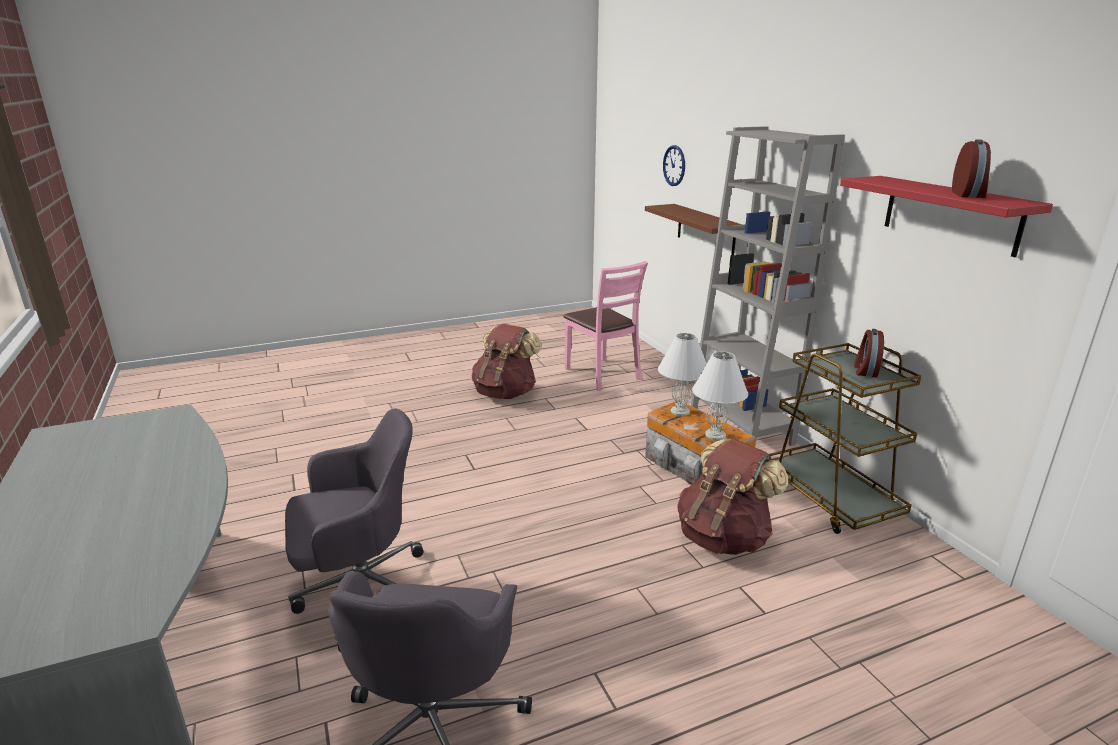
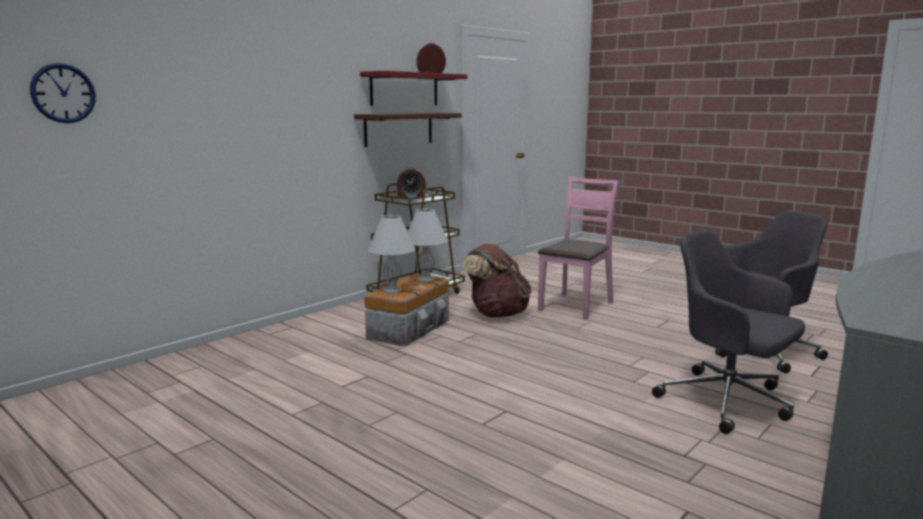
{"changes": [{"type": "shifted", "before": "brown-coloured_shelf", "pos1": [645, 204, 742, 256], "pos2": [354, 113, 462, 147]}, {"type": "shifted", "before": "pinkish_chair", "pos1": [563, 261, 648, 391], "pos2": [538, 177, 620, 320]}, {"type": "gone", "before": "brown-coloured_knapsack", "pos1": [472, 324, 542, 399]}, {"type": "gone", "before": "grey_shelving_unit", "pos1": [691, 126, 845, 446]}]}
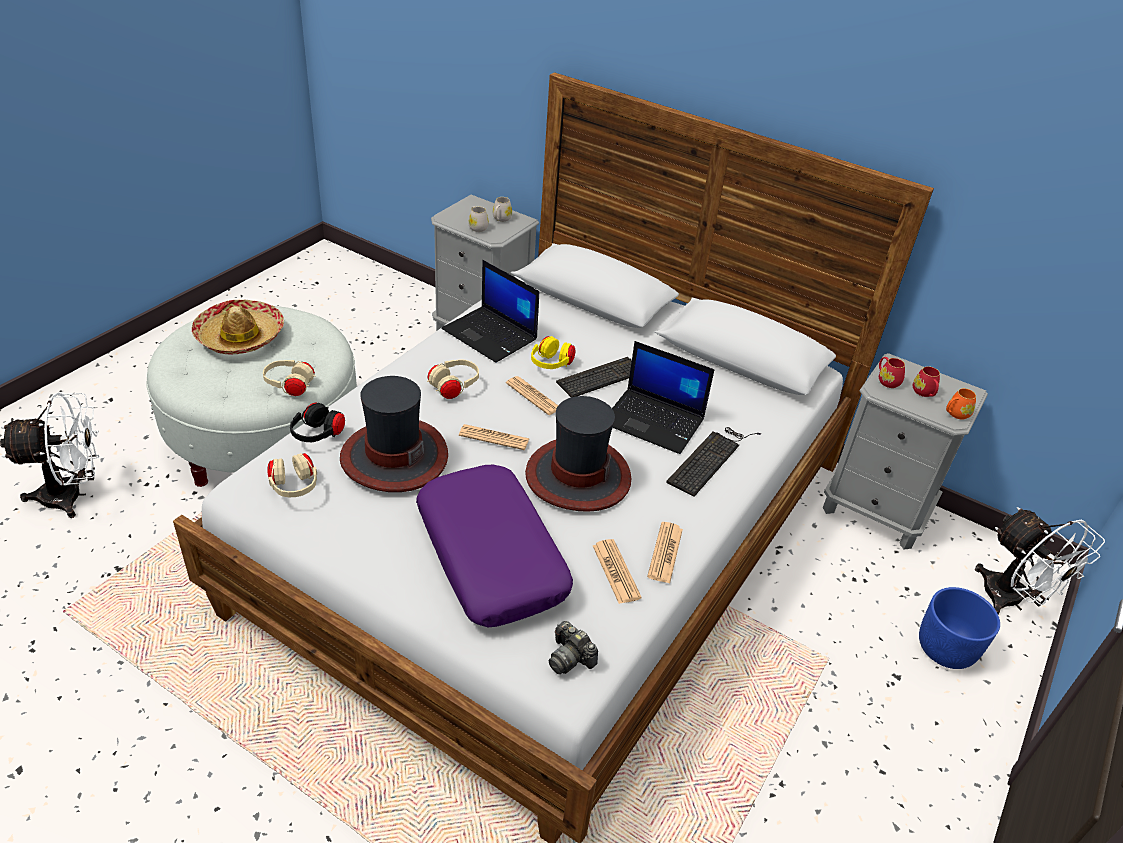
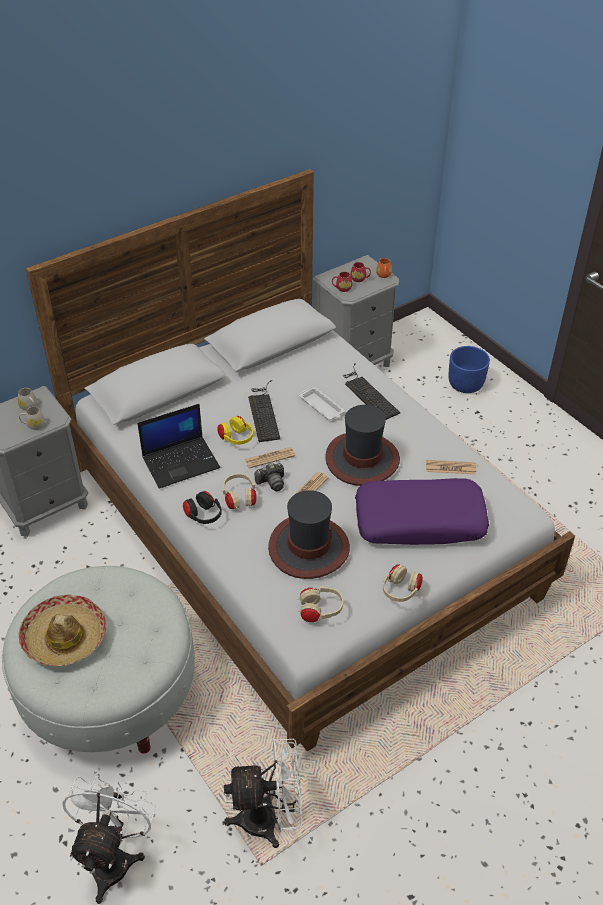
{"changes": [{"type": "shifted", "before": "blackish_headphones", "pos1": [290, 402, 345, 442], "pos2": [183, 491, 222, 524]}, {"type": "shifted", "before": "white-coloured_electric_fan", "pos1": [975, 507, 1105, 615], "pos2": [224, 739, 303, 848]}, {"type": "shifted", "before": "photo_camera", "pos1": [549, 621, 598, 674], "pos2": [255, 463, 284, 491]}, {"type": "swapped", "before": "portable_computer", "after": "white-coloured_carrying_tray", "pos1": [612, 341, 714, 454], "pos2": [298, 385, 345, 420]}, {"type": "shifted", "before": "sand-coloured_headphones", "pos1": [263, 360, 316, 396], "pos2": [383, 564, 422, 602]}, {"type": "gone", "before": "newspaper", "pos1": [647, 522, 683, 583]}]}
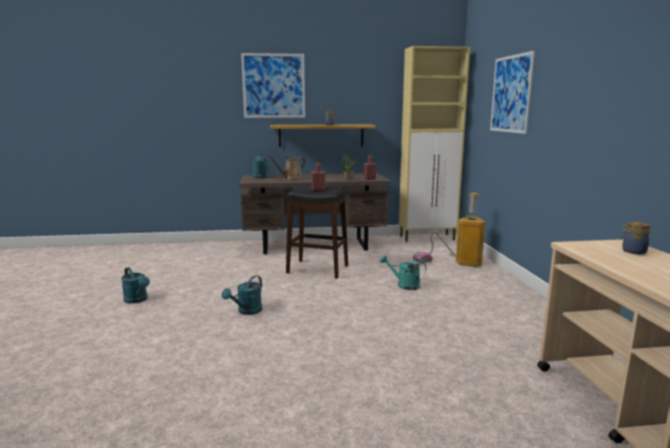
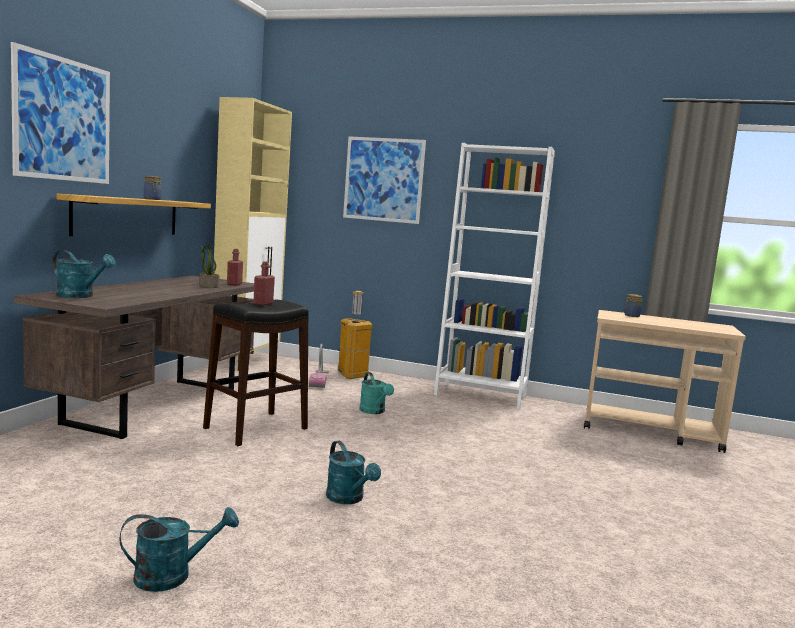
{"changes": [{"type": "rotated", "before": "turquoise-coloured_watering_pot", "pos1": [380, 255, 426, 290], "pos2": [359, 372, 394, 414], "turn": -75}, {"type": "new", "after": "white-coloured_shelving_unit", "pos2": [434, 143, 555, 410]}, {"type": "gone", "before": "brown-coloured_watering_pot", "pos1": [268, 155, 306, 181]}]}
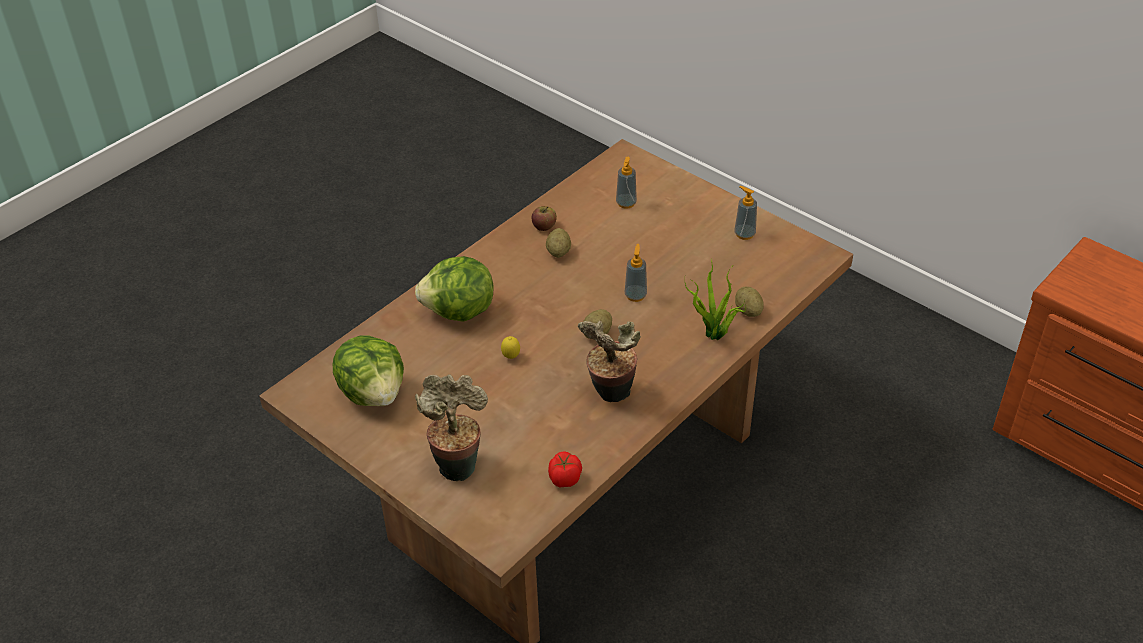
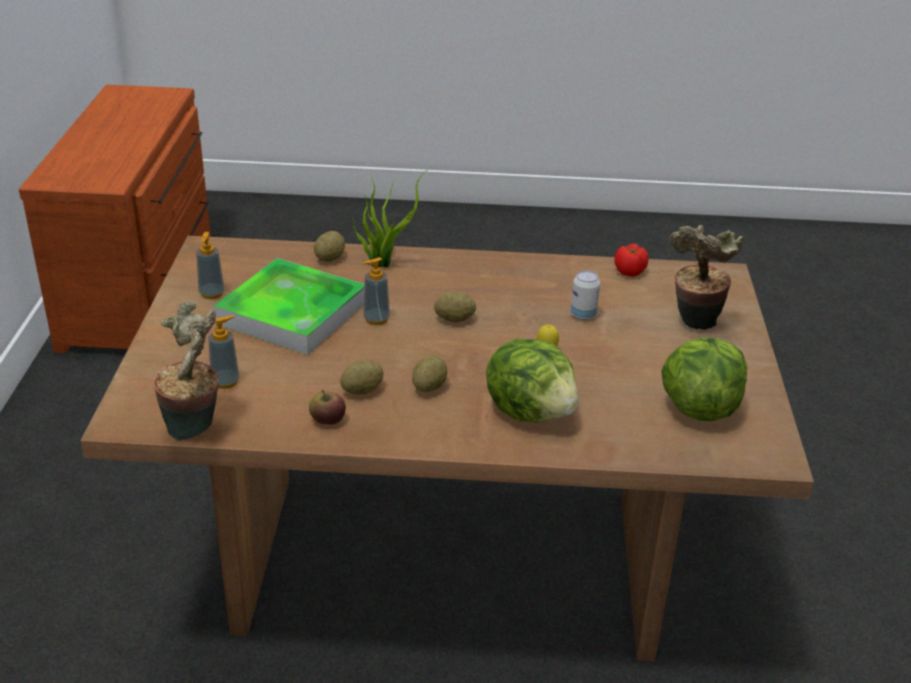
{"changes": [{"type": "shifted", "before": "plant_in_a_pot", "pos1": [578, 321, 641, 402], "pos2": [153, 302, 219, 440]}, {"type": "new", "after": "carrying_tray", "pos2": [214, 258, 364, 355]}, {"type": "new", "after": "potato", "pos2": [412, 355, 447, 392]}, {"type": "new", "after": "metal_can", "pos2": [571, 270, 600, 320]}]}
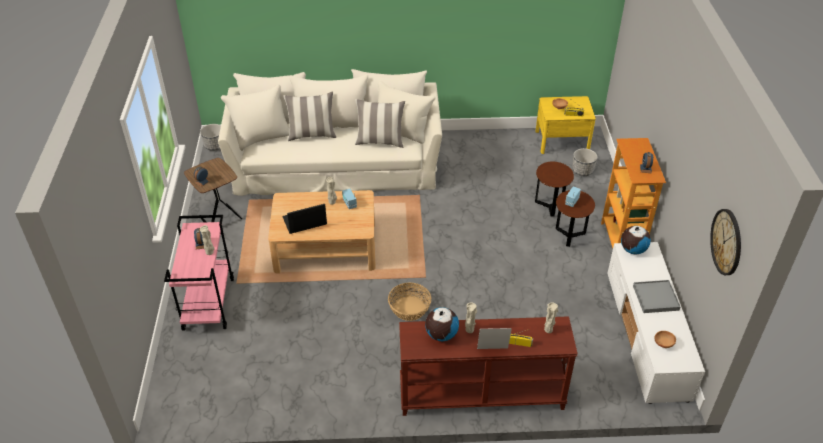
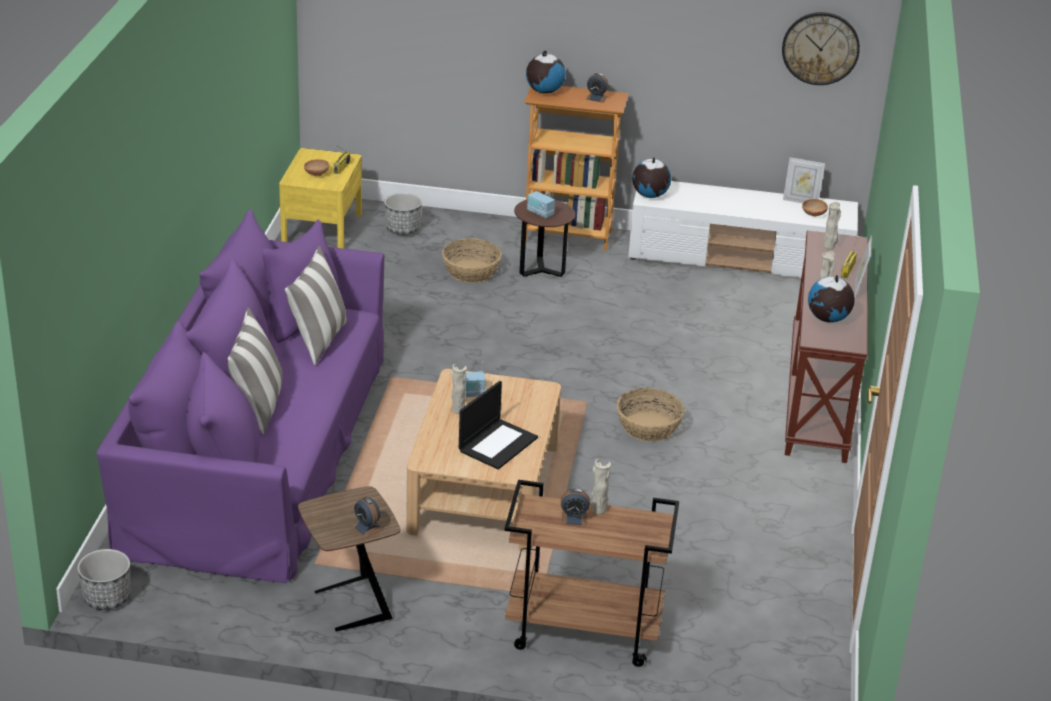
{"changes": [{"type": "repainted", "before": "sand-coloured_couch", "after": "purple_couch", "pos1": [218, 69, 442, 196], "pos2": [96, 209, 384, 583]}, {"type": "swapped", "before": "brown-coloured_accent_table", "after": "storage_basket", "pos1": [535, 162, 574, 216], "pos2": [442, 238, 502, 283]}, {"type": "rotated", "before": "portable_computer", "pos1": [283, 204, 327, 234], "pos2": [459, 381, 538, 470], "turn": -135}, {"type": "repainted", "before": "pinkish_cart", "after": "brown-coloured_cart", "pos1": [164, 215, 234, 331], "pos2": [505, 480, 679, 667]}, {"type": "new", "after": "world_globe", "pos2": [526, 51, 566, 94]}, {"type": "new", "after": "picture_frame", "pos2": [783, 157, 825, 203]}, {"type": "gone", "before": "grey_carrying_tray", "pos1": [633, 280, 681, 313]}]}
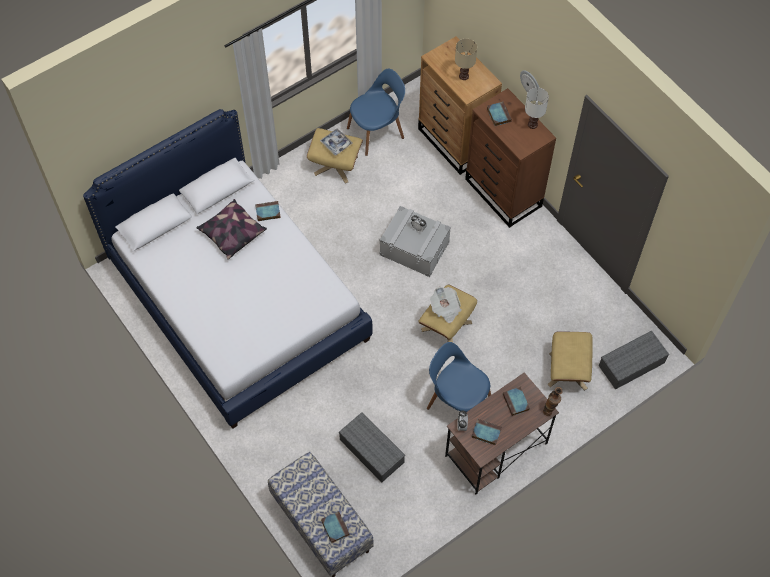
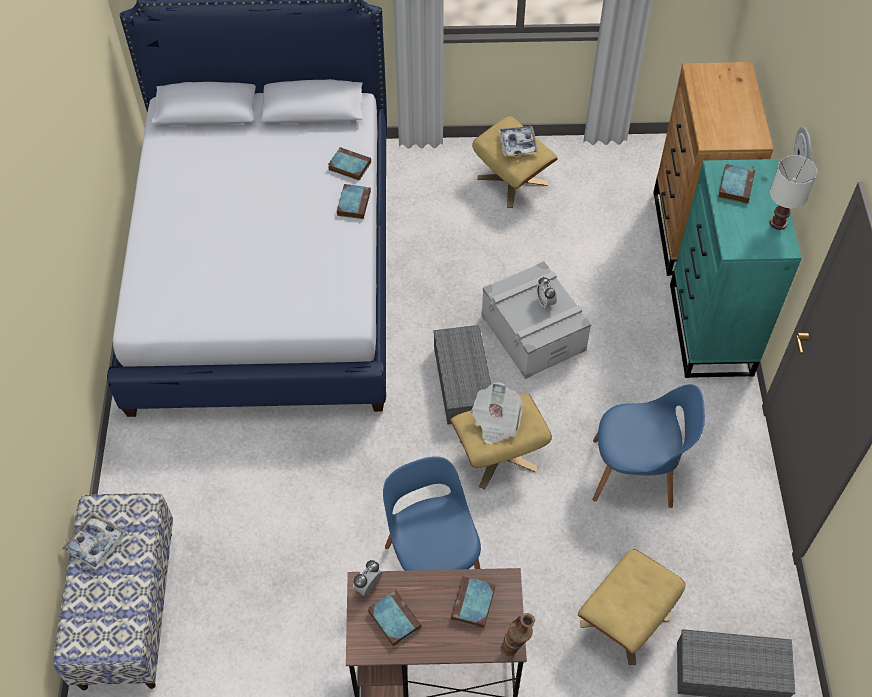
{"changes": [{"type": "new", "after": "carrying_tray", "pos2": [62, 512, 126, 570]}, {"type": "shifted", "before": "book", "pos1": [321, 511, 350, 543], "pos2": [337, 184, 371, 219]}, {"type": "shifted", "before": "grey_storage_container", "pos1": [339, 412, 405, 482], "pos2": [434, 325, 491, 424]}, {"type": "shifted", "before": "bluish_chair", "pos1": [347, 69, 405, 156], "pos2": [593, 384, 705, 508]}, {"type": "repainted", "before": "brown-coloured_dresser", "after": "turquoise-coloured_dresser", "pos1": [465, 88, 556, 228], "pos2": [670, 159, 802, 378]}, {"type": "gone", "before": "throw_pillow", "pos1": [196, 199, 267, 259]}, {"type": "gone", "before": "sand-coloured_lamp_for_a_table", "pos1": [455, 39, 477, 80]}]}
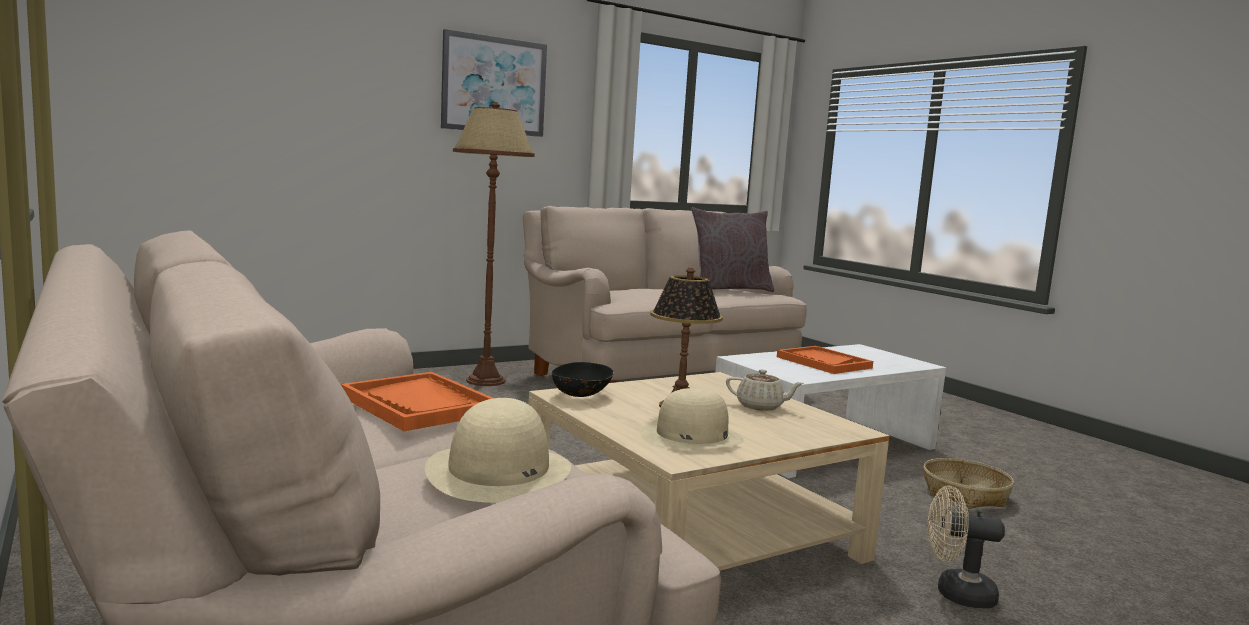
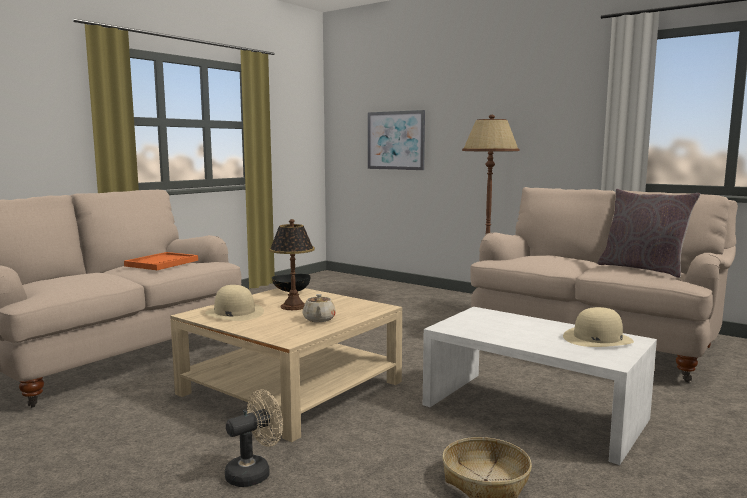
{"changes": [{"type": "rotated", "before": "sand-coloured_electric_fan", "pos1": [928, 486, 1005, 609], "pos2": [225, 389, 283, 487], "turn": 60}, {"type": "shifted", "before": "picture", "pos1": [441, 29, 547, 137], "pos2": [368, 110, 425, 170]}, {"type": "shifted", "before": "sand-coloured_hat", "pos1": [425, 398, 571, 503], "pos2": [563, 307, 634, 347]}, {"type": "gone", "before": "orange-coloured_carrying_tray", "pos1": [777, 346, 873, 374]}]}
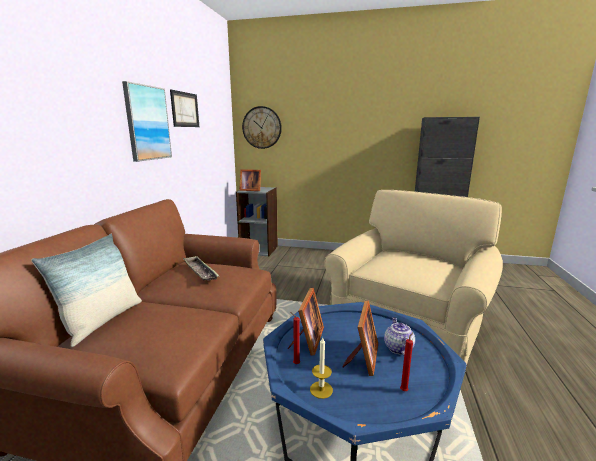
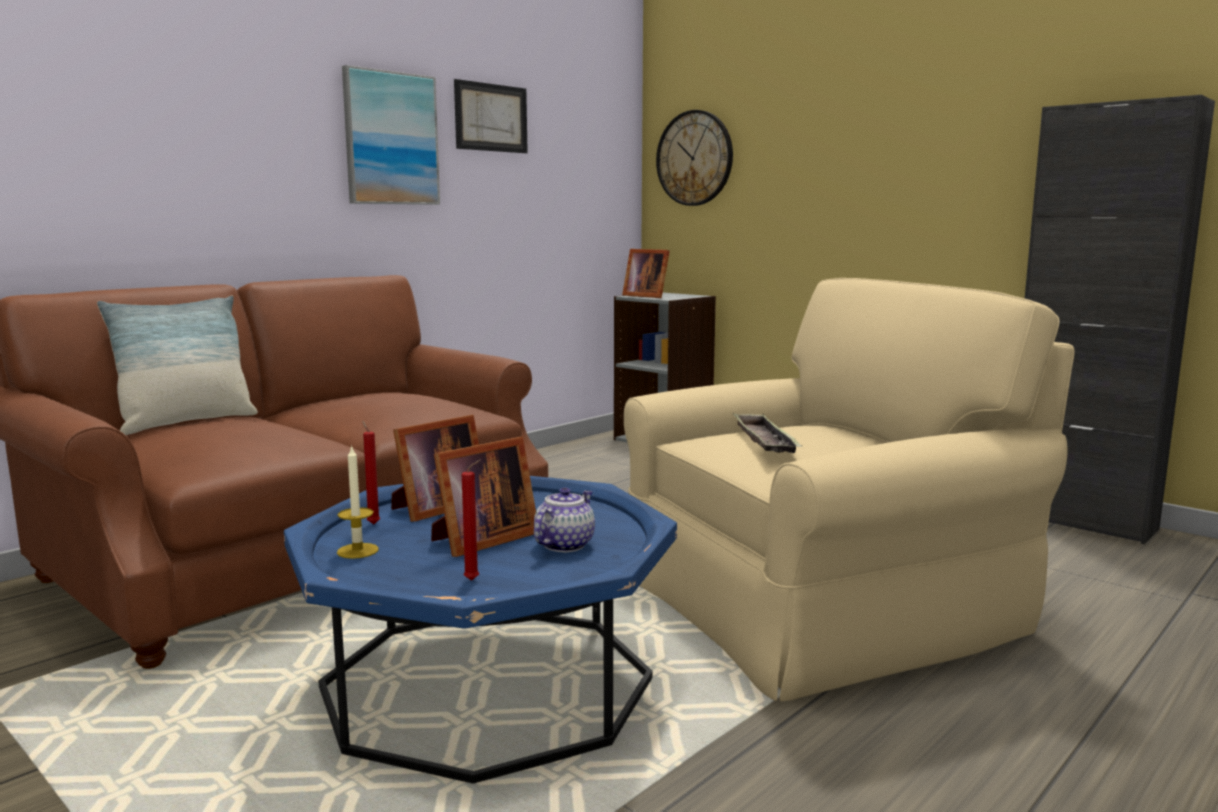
{"changes": [{"type": "shifted", "before": "carrying_tray", "pos1": [183, 256, 219, 281], "pos2": [733, 413, 802, 453]}]}
